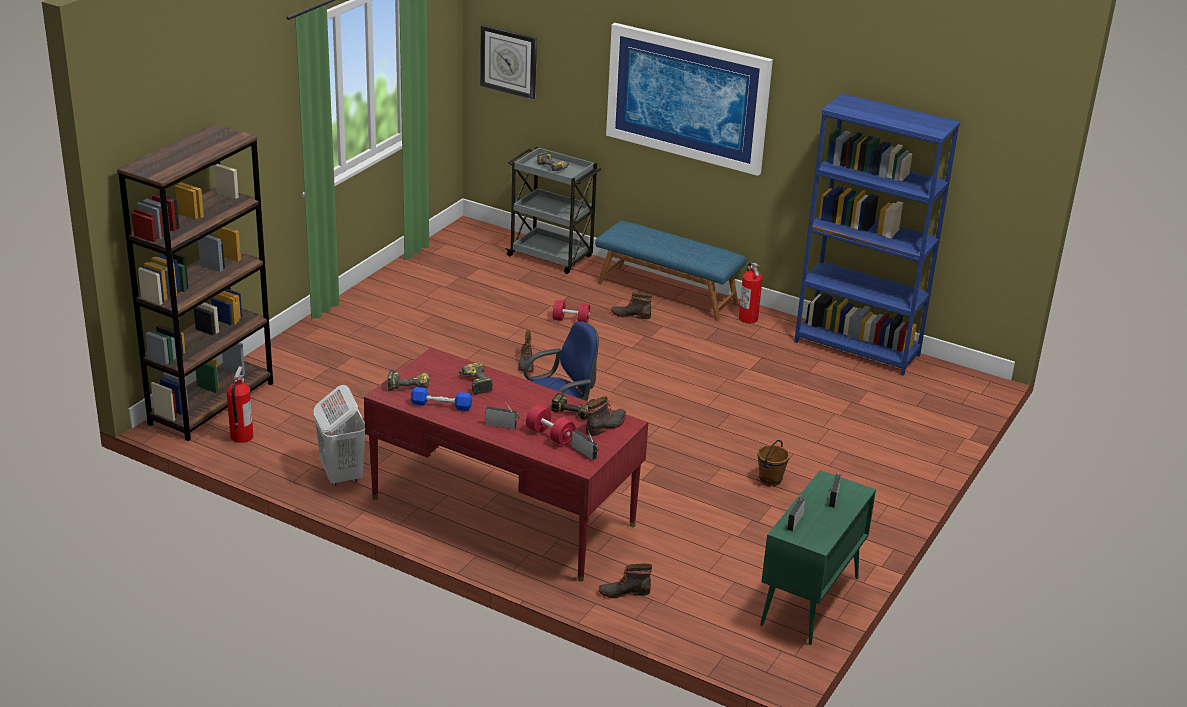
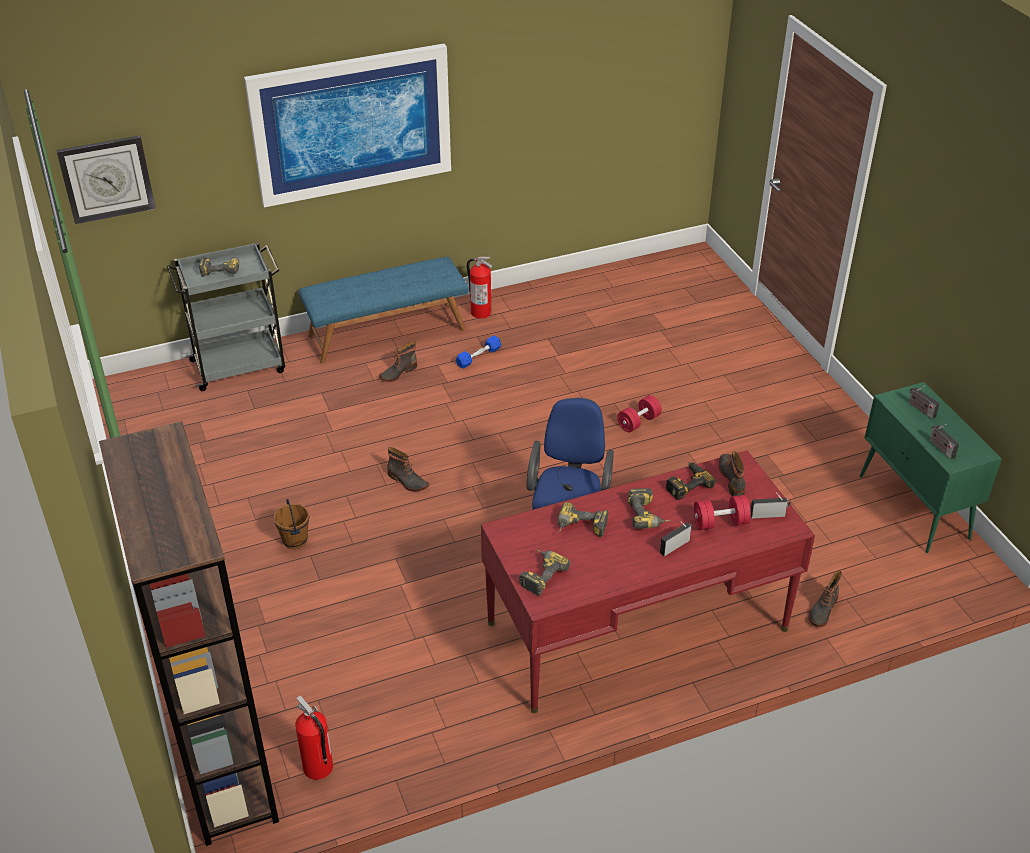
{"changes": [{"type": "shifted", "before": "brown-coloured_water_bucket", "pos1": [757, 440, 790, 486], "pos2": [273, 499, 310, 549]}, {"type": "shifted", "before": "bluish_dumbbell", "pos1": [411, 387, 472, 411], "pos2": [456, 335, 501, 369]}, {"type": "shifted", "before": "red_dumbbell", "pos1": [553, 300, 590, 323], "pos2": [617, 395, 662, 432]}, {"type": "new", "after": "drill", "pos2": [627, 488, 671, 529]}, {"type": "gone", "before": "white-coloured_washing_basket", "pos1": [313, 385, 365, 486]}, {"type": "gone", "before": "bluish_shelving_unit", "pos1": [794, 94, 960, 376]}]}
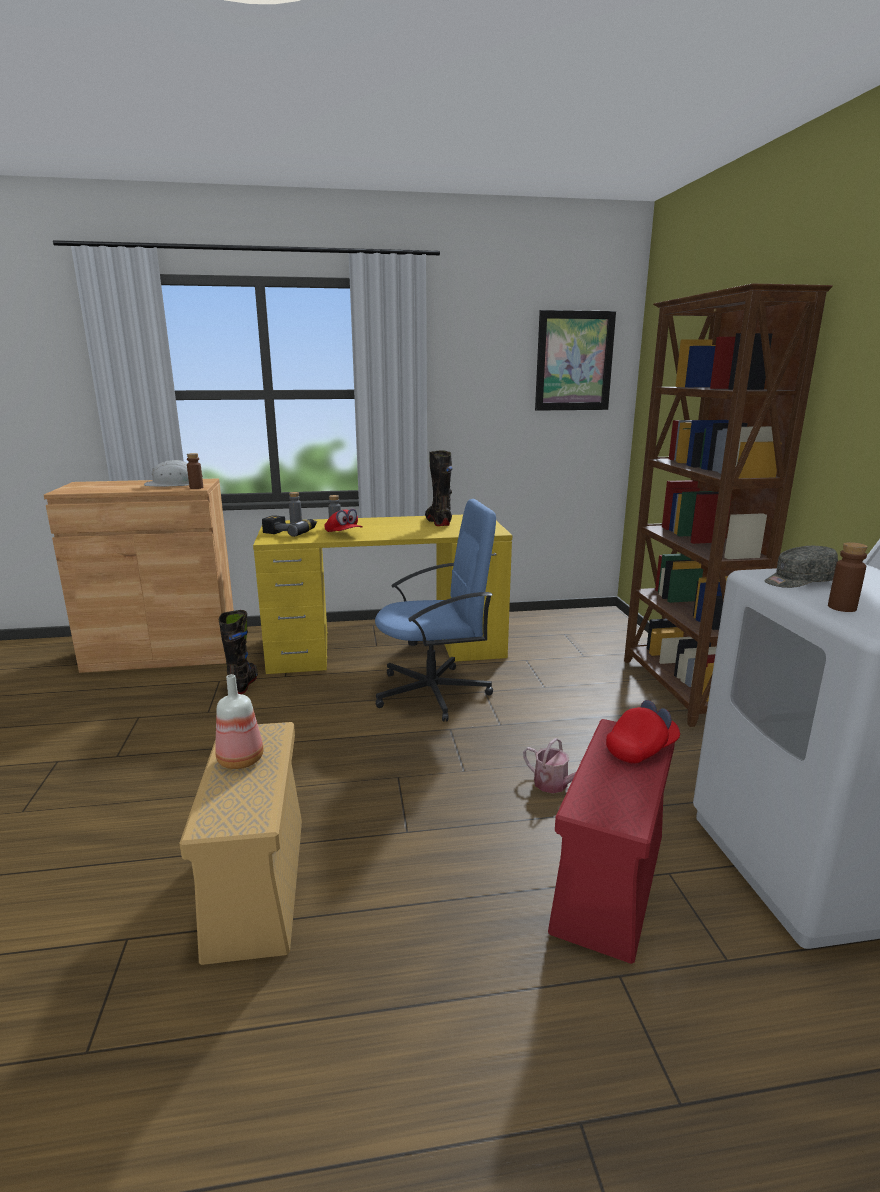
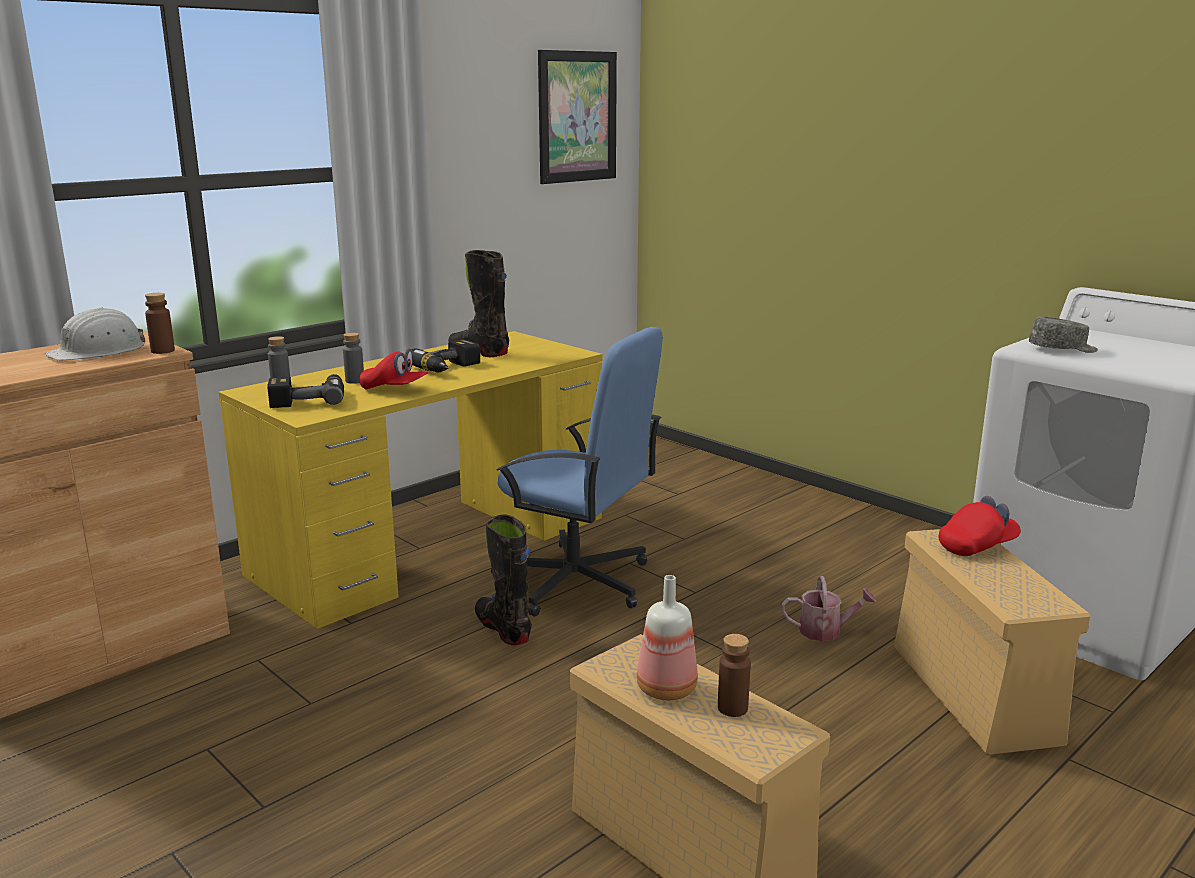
{"changes": [{"type": "new", "after": "drill", "pos2": [411, 339, 480, 373]}, {"type": "shifted", "before": "blackish_tall_boot", "pos1": [219, 610, 258, 694], "pos2": [475, 514, 532, 645]}, {"type": "rotated", "before": "bluish_desk_chair", "pos1": [375, 499, 496, 722], "pos2": [491, 327, 663, 616], "turn": 75}, {"type": "shifted", "before": "brown-coloured_bottle", "pos1": [828, 542, 868, 612], "pos2": [718, 634, 751, 717]}, {"type": "repainted", "before": "red_storage_container", "after": "sand-coloured_storage_container", "pos1": [548, 719, 675, 964], "pos2": [894, 529, 1091, 755]}, {"type": "rotated", "before": "red_peaked_cap", "pos1": [606, 700, 680, 764], "pos2": [939, 496, 1021, 556], "turn": 45}, {"type": "rotated", "before": "grey_peaked_cap", "pos1": [765, 546, 838, 588], "pos2": [1029, 316, 1098, 353], "turn": -135}, {"type": "gone", "before": "brown-coloured_shelving_unit", "pos1": [624, 283, 833, 727]}]}
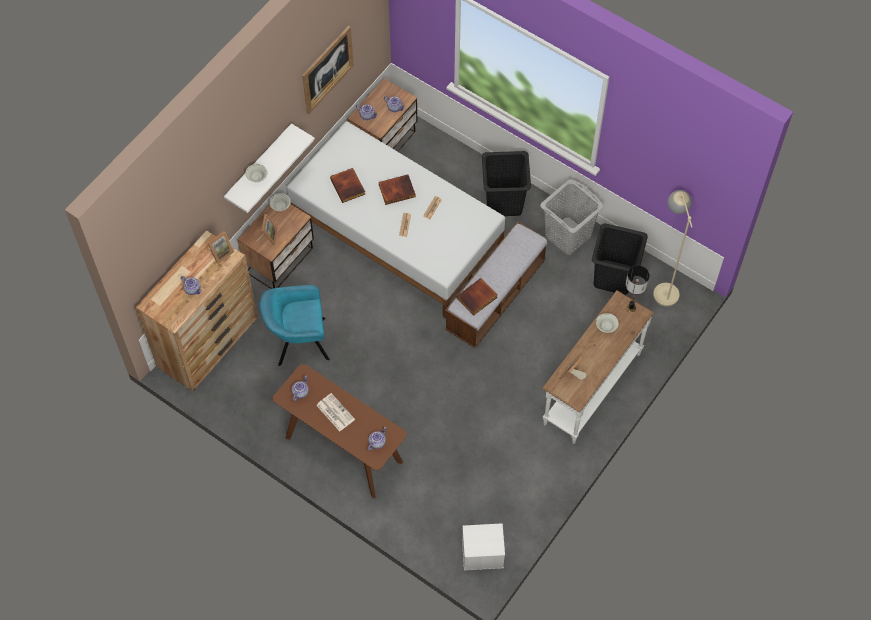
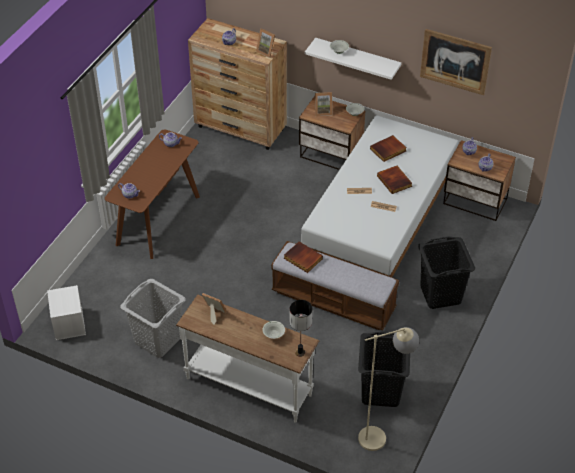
{"changes": [{"type": "shifted", "before": "grey_washing_basket", "pos1": [540, 179, 604, 255], "pos2": [120, 279, 186, 358]}, {"type": "gone", "before": "turquoise-coloured_lounge_chair", "pos1": [260, 285, 330, 366]}, {"type": "gone", "before": "newspaper", "pos1": [316, 393, 355, 431]}]}
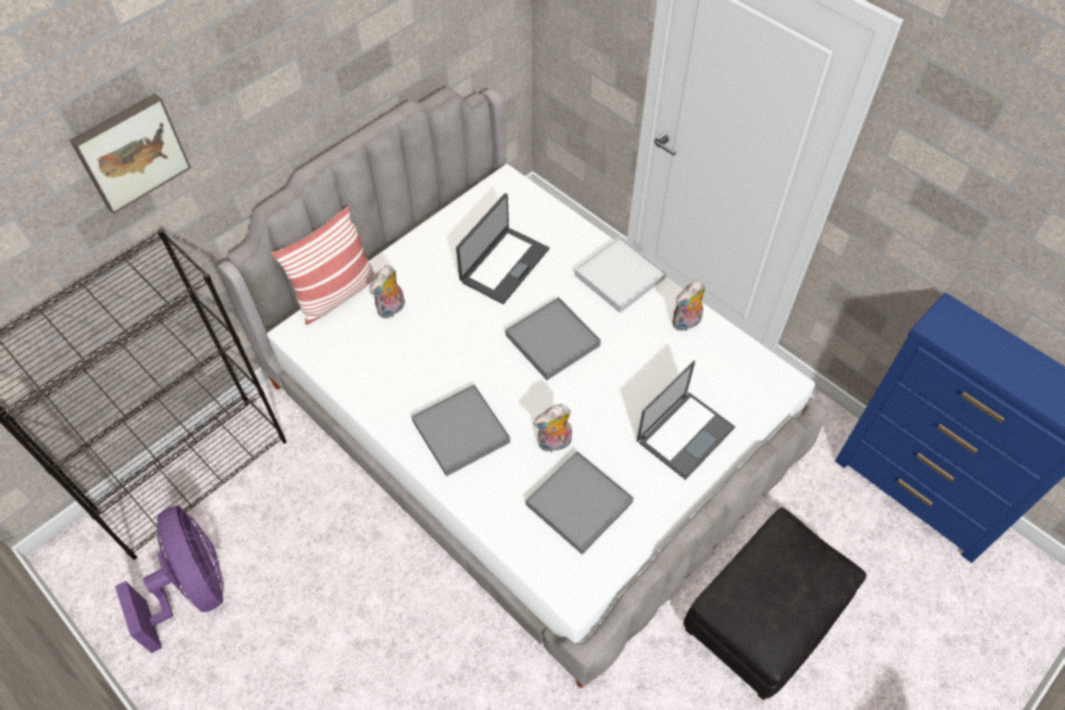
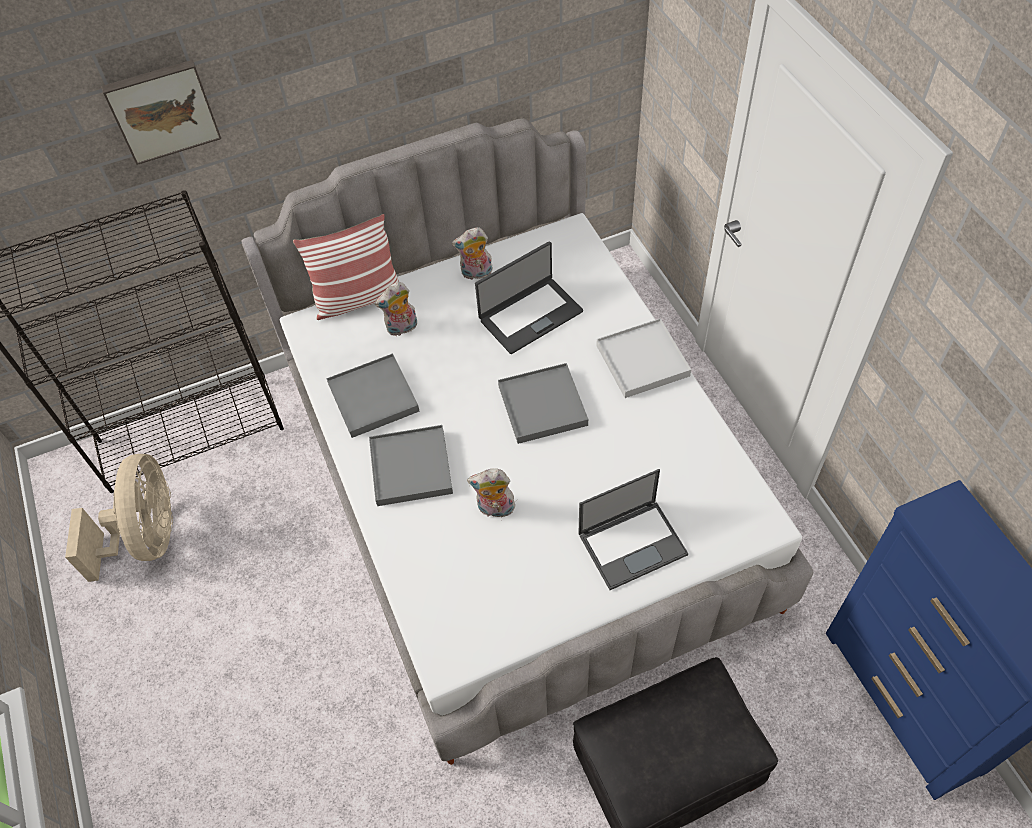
{"changes": [{"type": "repainted", "before": "purple_electric_fan", "after": "sand-coloured_electric_fan", "pos1": [115, 506, 223, 653], "pos2": [65, 454, 173, 582]}, {"type": "shifted", "before": "grey_carrying_tray", "pos1": [526, 451, 634, 554], "pos2": [326, 353, 419, 438]}, {"type": "shifted", "before": "soft_toy", "pos1": [672, 280, 705, 331], "pos2": [452, 227, 493, 280]}]}
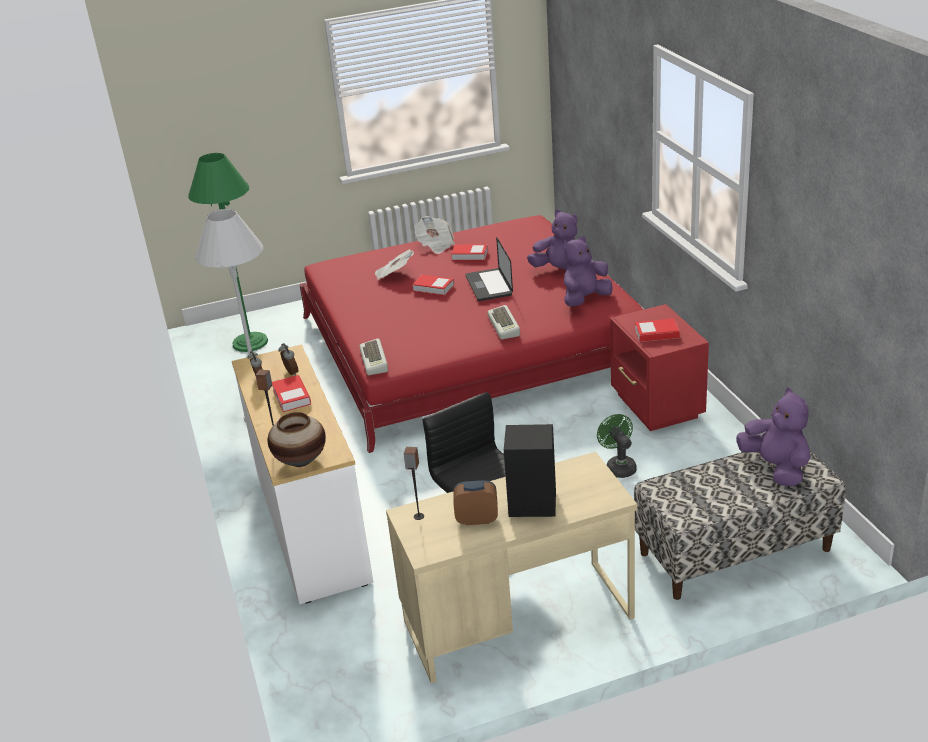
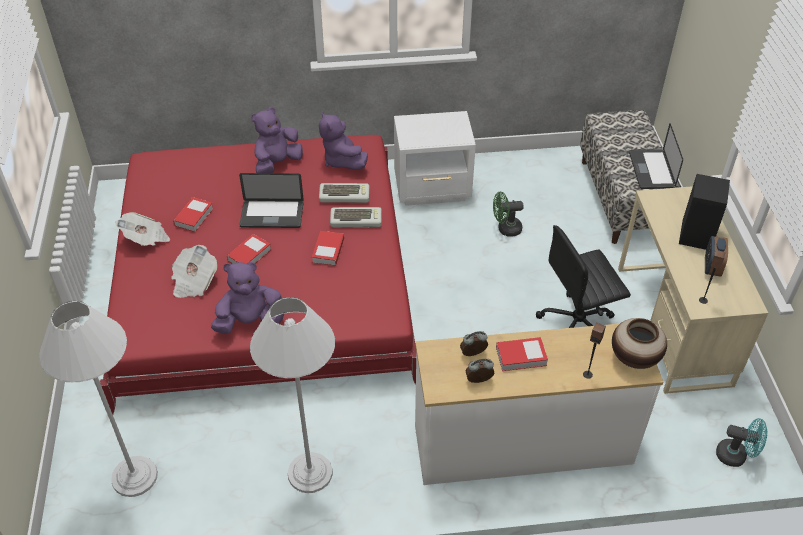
{"changes": [{"type": "repainted", "before": "green_standing_lamp", "after": "white-coloured_standing_lamp", "pos1": [188, 153, 268, 352], "pos2": [39, 301, 158, 497]}, {"type": "shifted", "before": "purple_soft_toy", "pos1": [736, 388, 811, 486], "pos2": [211, 261, 284, 334]}, {"type": "shifted", "before": "book", "pos1": [635, 318, 680, 342], "pos2": [312, 231, 344, 266]}, {"type": "shifted", "before": "keyboard", "pos1": [359, 339, 388, 375], "pos2": [319, 183, 370, 203]}, {"type": "repainted", "before": "red_night_table", "after": "white-coloured_night_table", "pos1": [610, 304, 709, 431], "pos2": [394, 111, 476, 206]}, {"type": "new", "after": "portable_computer", "pos2": [629, 123, 683, 189]}, {"type": "new", "after": "turquoise-coloured_electric_fan", "pos2": [716, 418, 767, 467]}]}
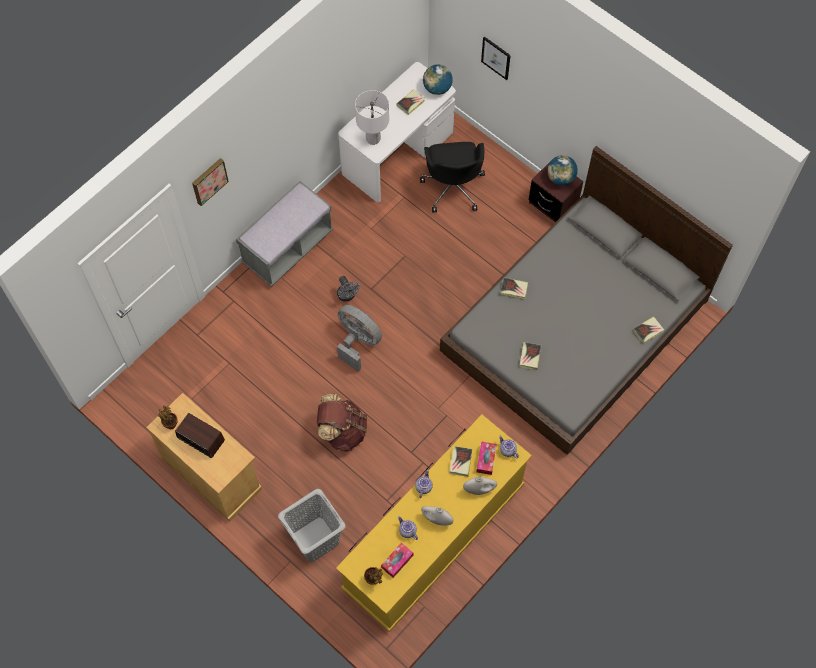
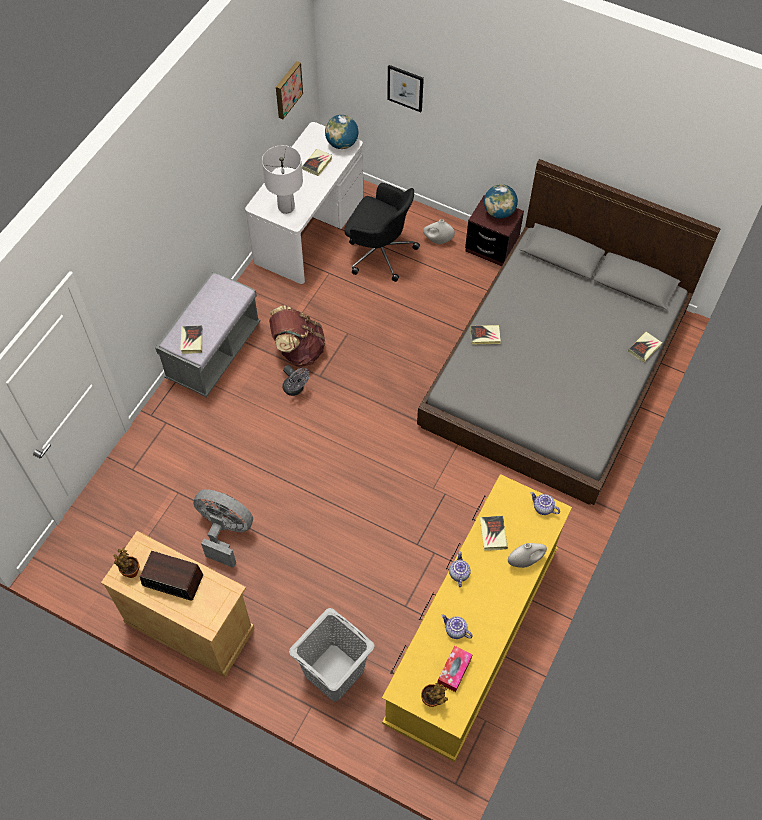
{"changes": [{"type": "shifted", "before": "book", "pos1": [520, 342, 541, 370], "pos2": [180, 325, 202, 354]}, {"type": "shifted", "before": "grey_electric_fan", "pos1": [337, 305, 382, 372], "pos2": [193, 489, 253, 568]}, {"type": "shifted", "before": "brown-coloured_knapsack", "pos1": [317, 394, 367, 452], "pos2": [269, 305, 326, 367]}, {"type": "shifted", "before": "picture", "pos1": [192, 158, 229, 206], "pos2": [276, 61, 303, 119]}, {"type": "rotated", "before": "blackish_desk_chair", "pos1": [420, 142, 485, 212], "pos2": [344, 183, 420, 282], "turn": -45}, {"type": "shifted", "before": "white-coloured_flower_vase", "pos1": [421, 506, 454, 526], "pos2": [423, 219, 455, 244]}, {"type": "gone", "before": "tissue_box", "pos1": [477, 441, 497, 475]}]}
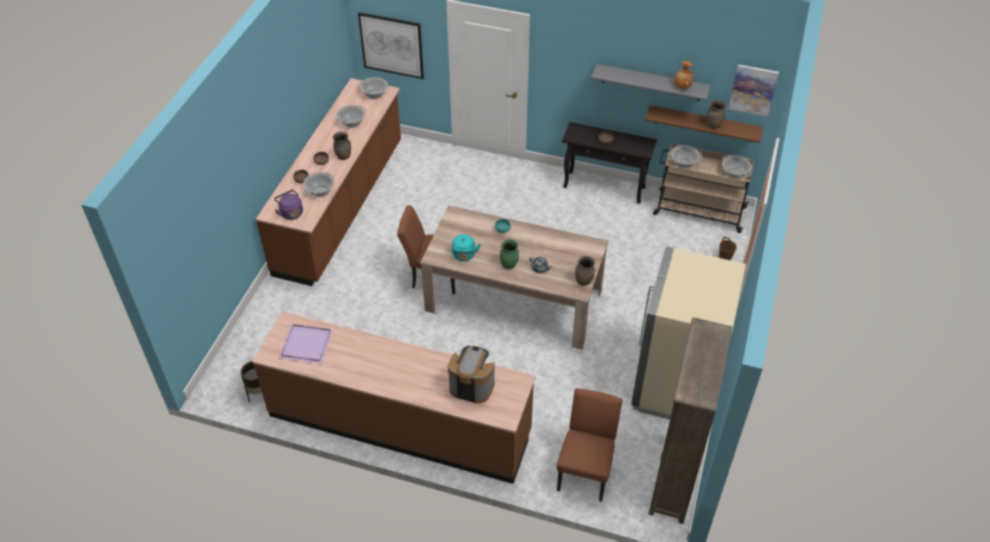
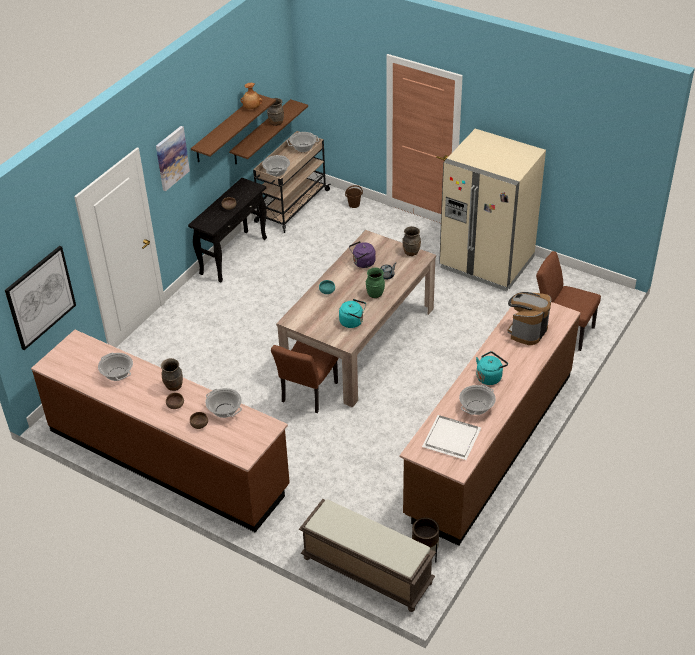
{"changes": [{"type": "shifted", "before": "picture", "pos1": [728, 64, 779, 116], "pos2": [156, 126, 190, 191]}, {"type": "repainted", "before": "grey_shelf", "after": "brown-coloured_shelf", "pos1": [591, 64, 711, 101], "pos2": [191, 94, 276, 162]}, {"type": "new", "after": "brown-coloured_indoor_bench", "pos2": [299, 499, 436, 612]}, {"type": "shifted", "before": "purple_tea_kettle", "pos1": [274, 190, 303, 220], "pos2": [349, 241, 376, 268]}, {"type": "repainted", "before": "purple_carrying_tray", "after": "white-coloured_carrying_tray", "pos1": [278, 324, 334, 364], "pos2": [422, 415, 481, 460]}, {"type": "shifted", "before": "cooking_pot", "pos1": [357, 77, 390, 99], "pos2": [459, 385, 496, 415]}, {"type": "new", "after": "turquoise-coloured_tea_kettle", "pos2": [476, 351, 508, 385]}, {"type": "gone", "before": "brown-coloured_shelving_unit", "pos1": [649, 317, 733, 524]}]}
